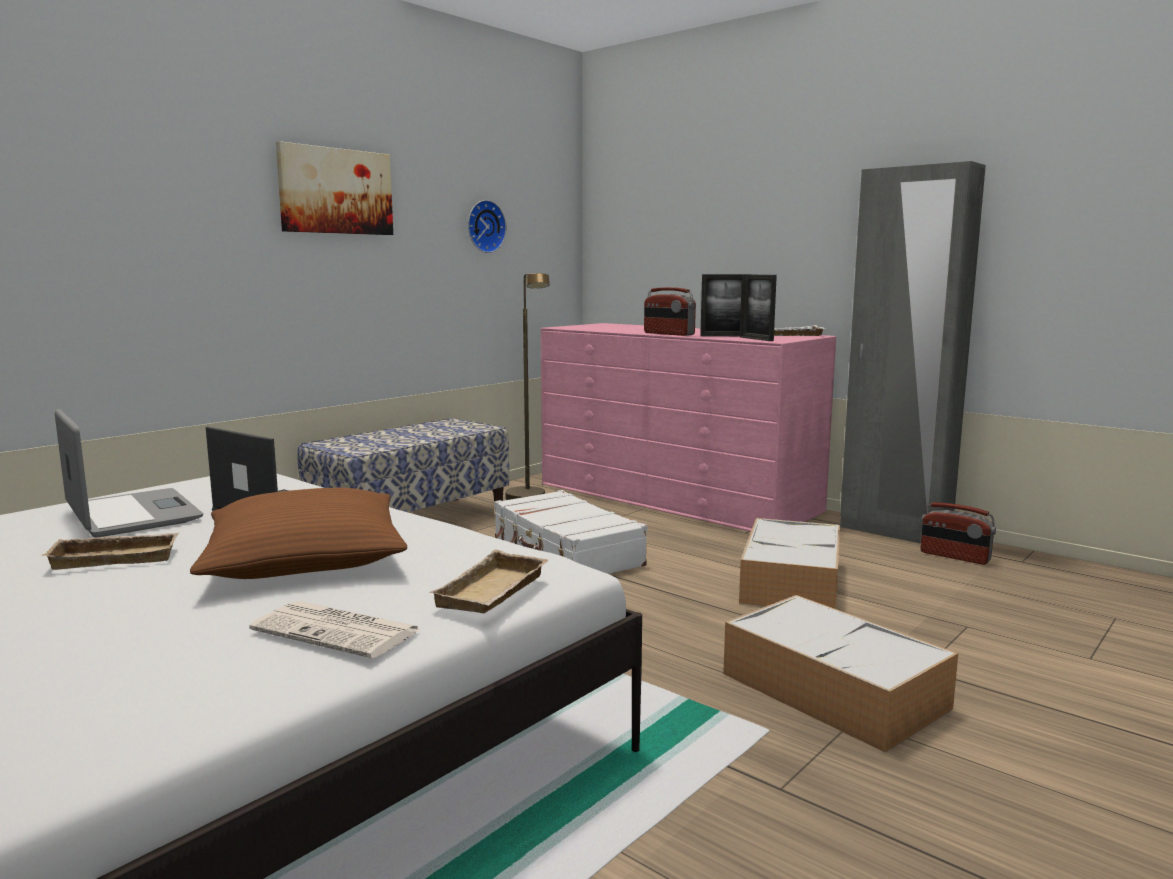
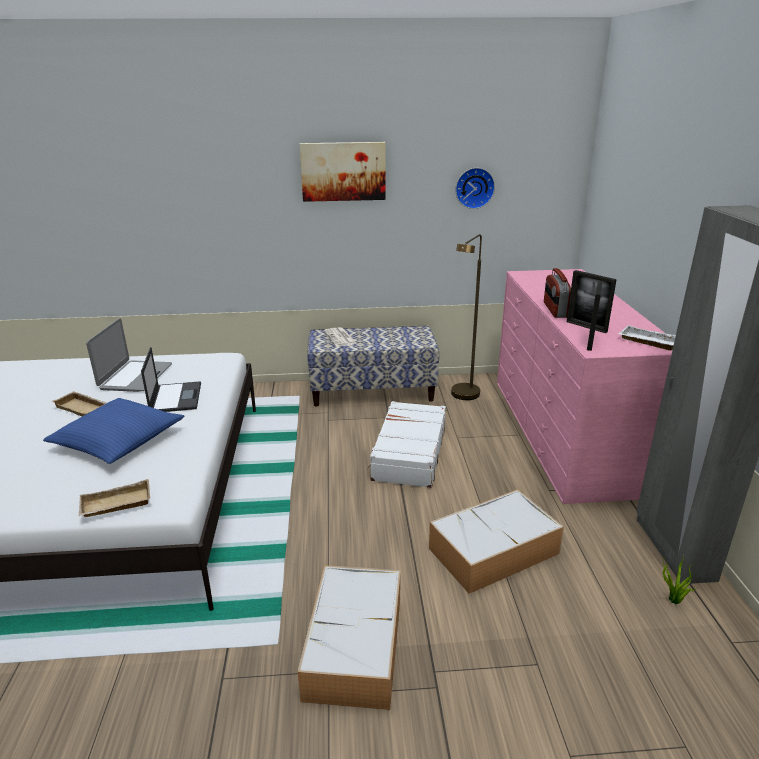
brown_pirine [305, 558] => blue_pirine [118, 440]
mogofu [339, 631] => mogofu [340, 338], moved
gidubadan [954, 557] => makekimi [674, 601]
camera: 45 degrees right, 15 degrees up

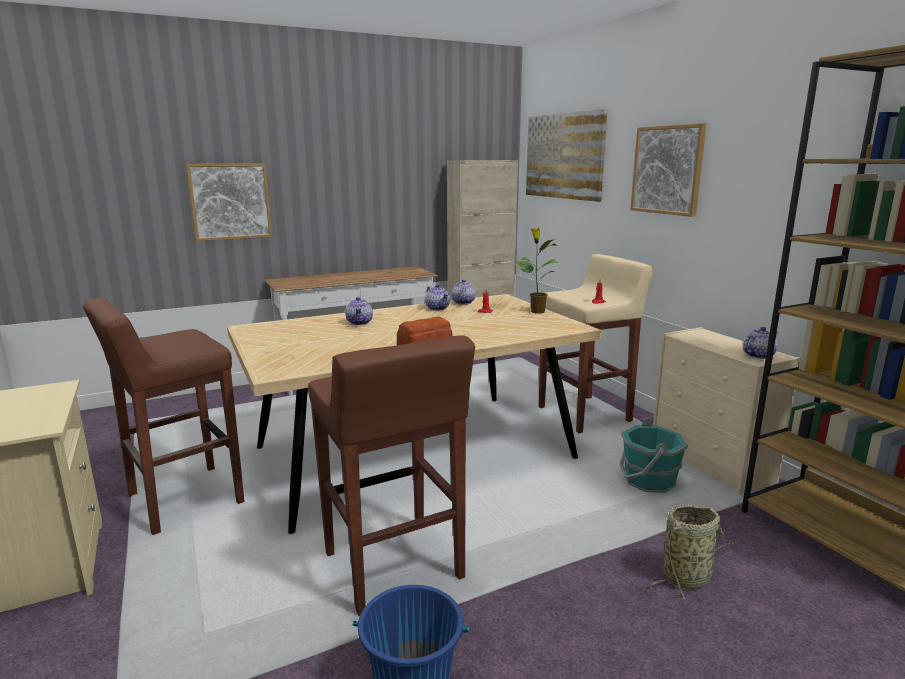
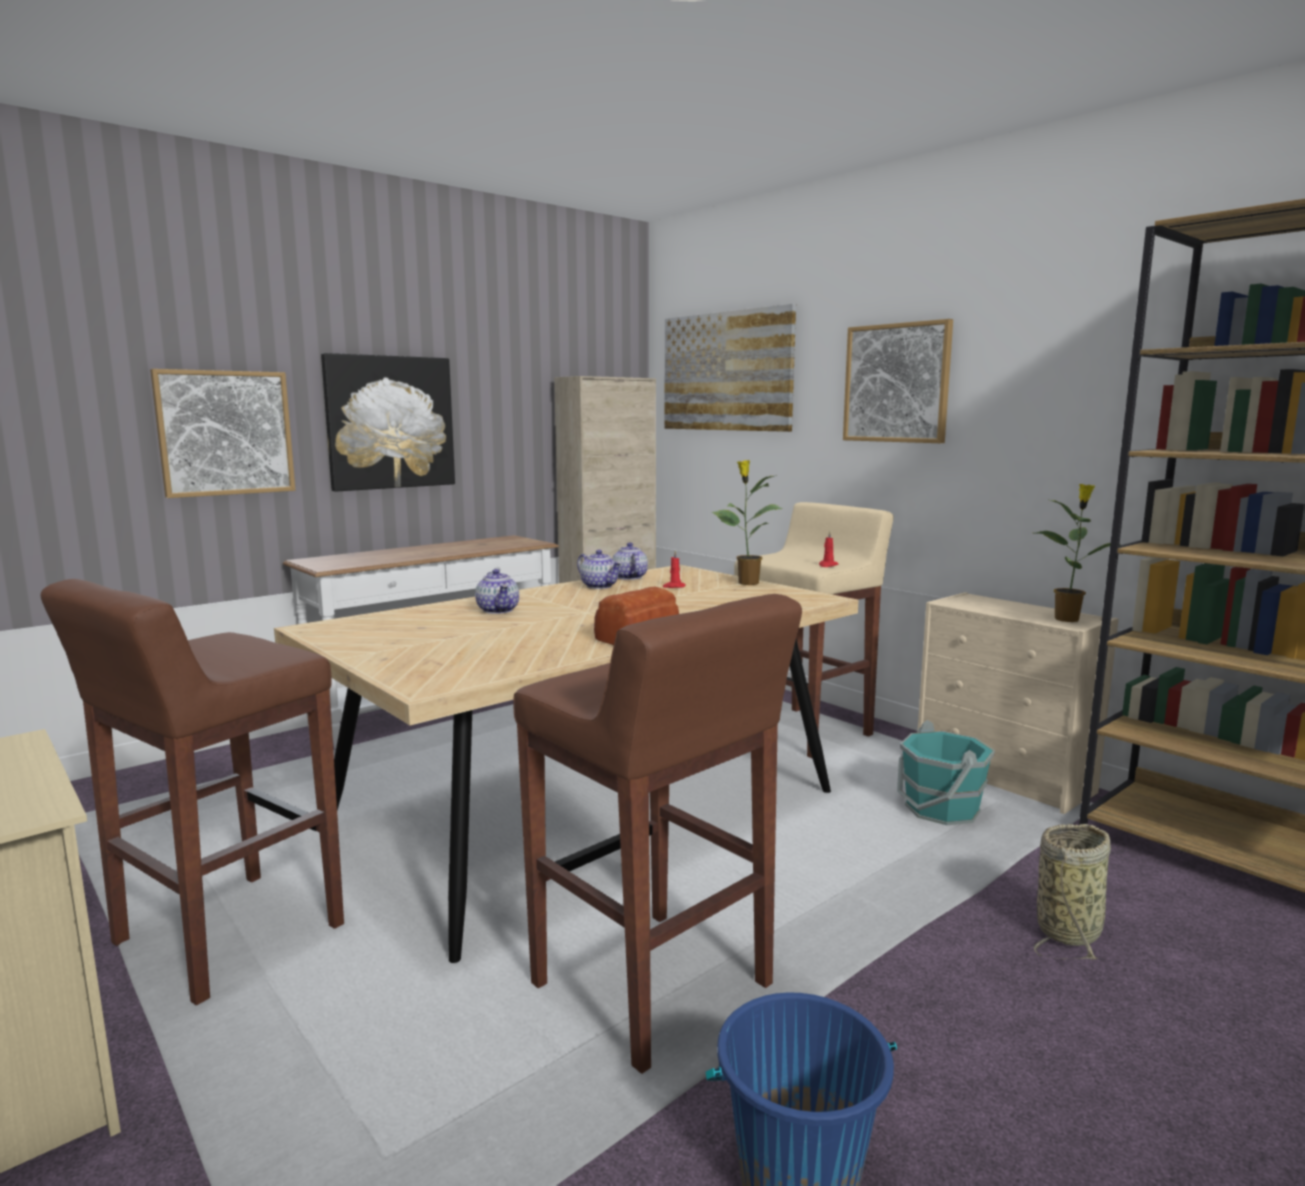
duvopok [758, 355] => makekimi [1067, 619]
nothing => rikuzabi [389, 422]
camera: 15 degrees left, 5 degrees down

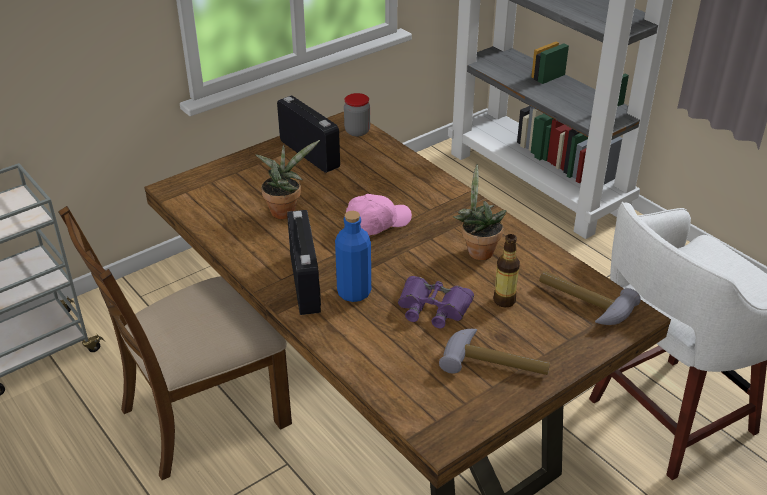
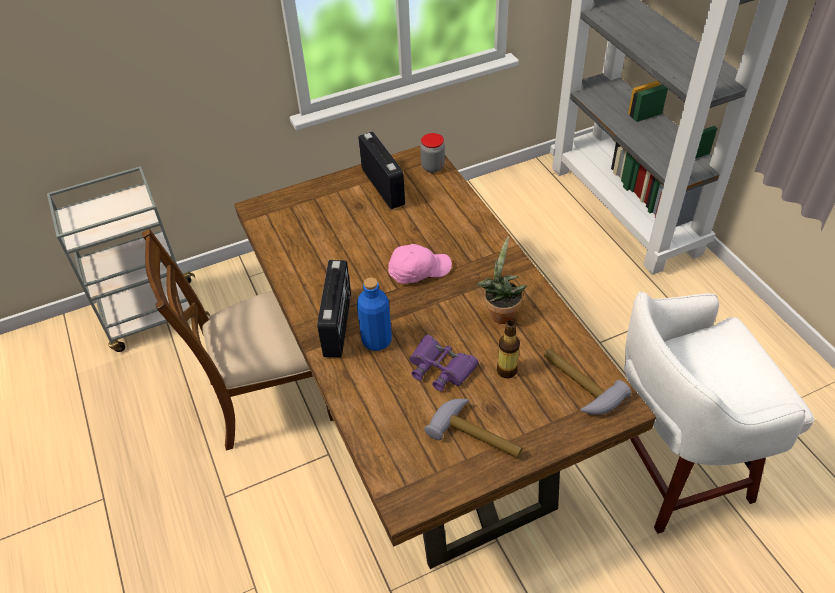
makekimi [285, 210] => nothing
camera: 15 degrees right, 10 degrees up

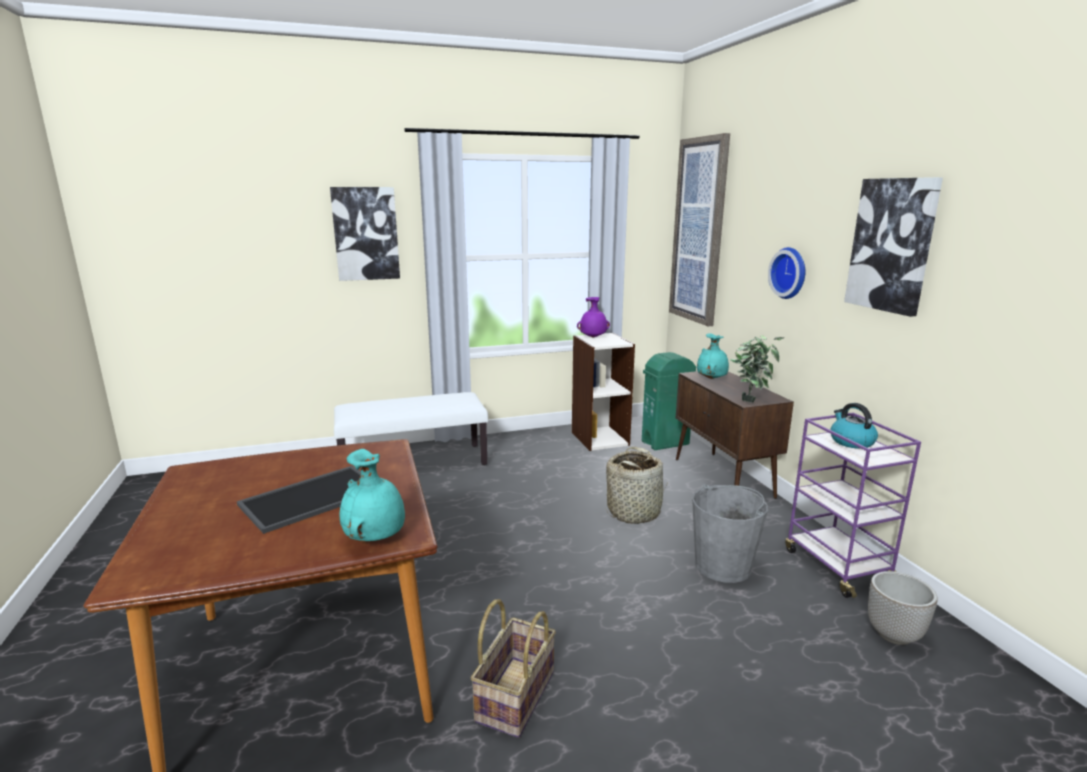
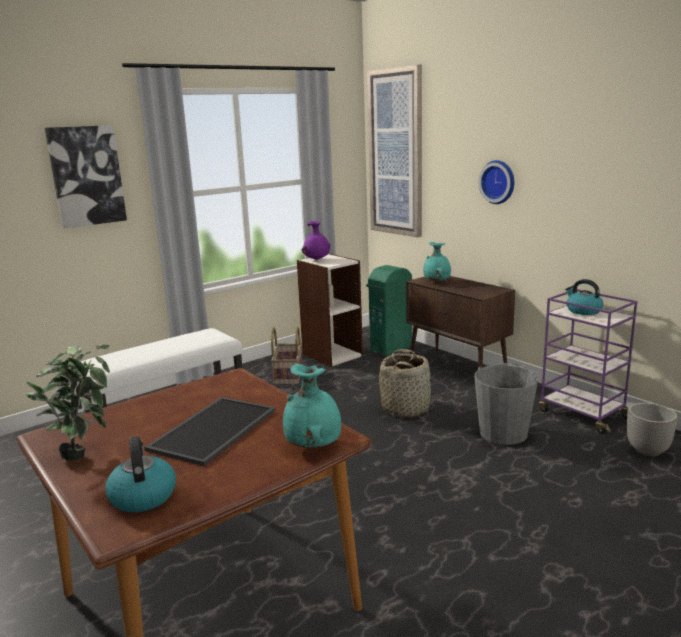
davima [514, 695] => davima [288, 376], moved
makekimi [751, 400] => makekimi [84, 451], moved
rikuzabi [892, 245] => nothing
nothing => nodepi [142, 496]
camera: 20 degrees left, 0 degrees up

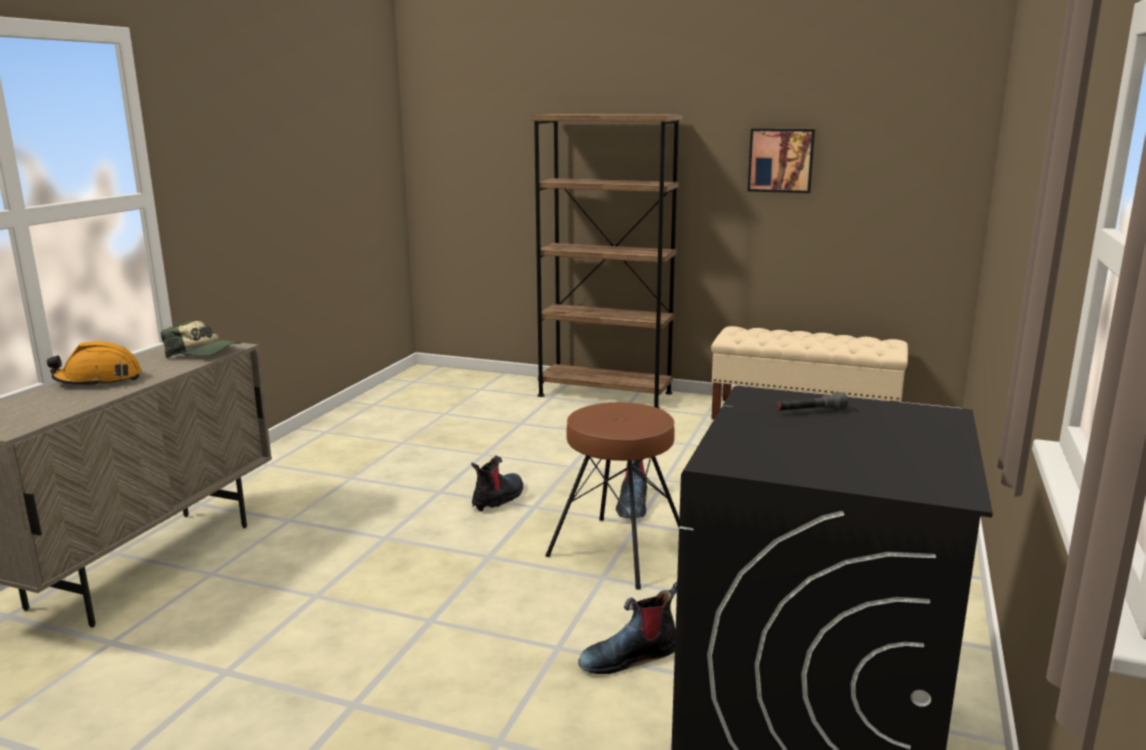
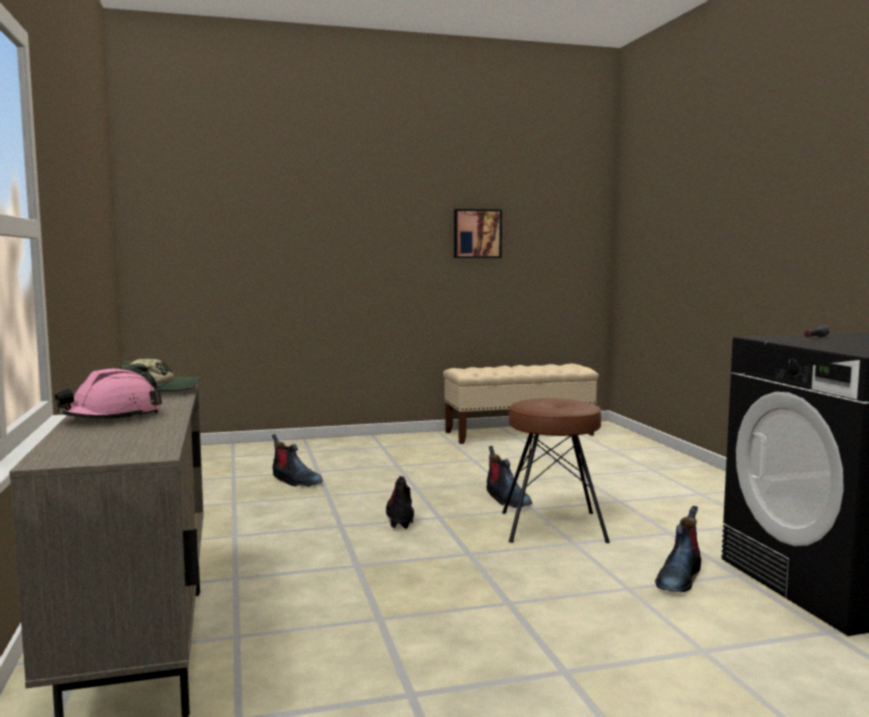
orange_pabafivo [99, 380] => pink_pabafivo [111, 417]
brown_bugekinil [605, 394] => nothing
nothing => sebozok [295, 481]
camera: 35 degrees left, 10 degrees down

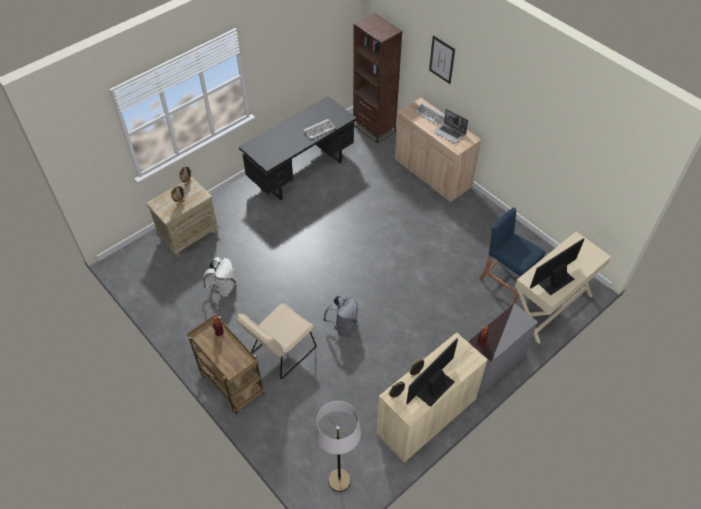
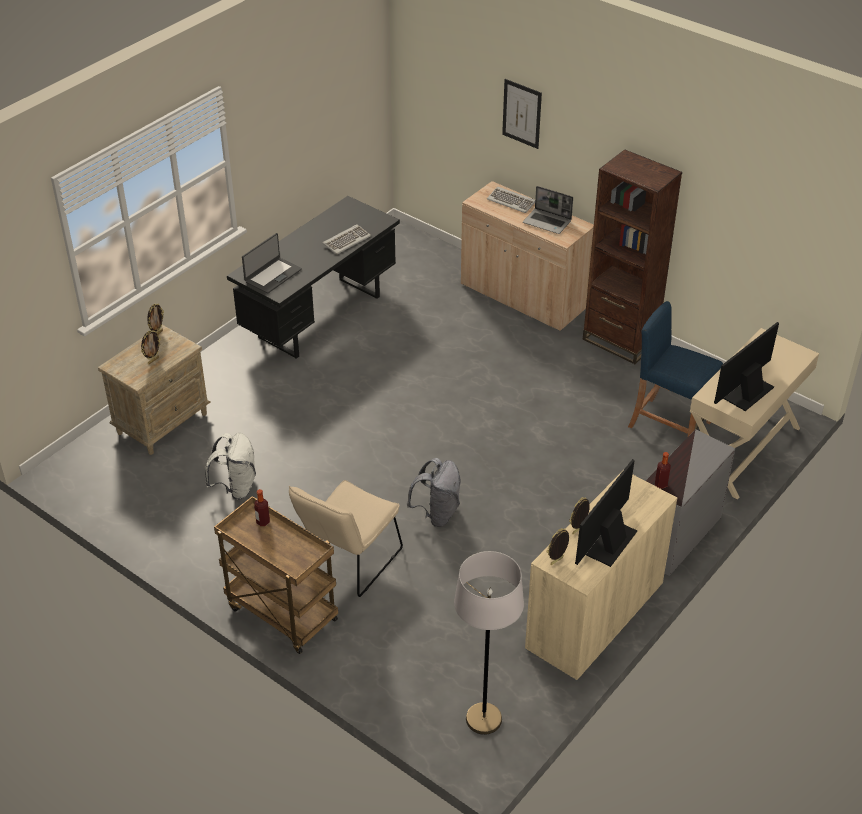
brown_bugekinil [374, 128] => brown_bugekinil [620, 341], moved
nothing => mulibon [272, 275]
camera: 10 degrees left, 10 degrees down

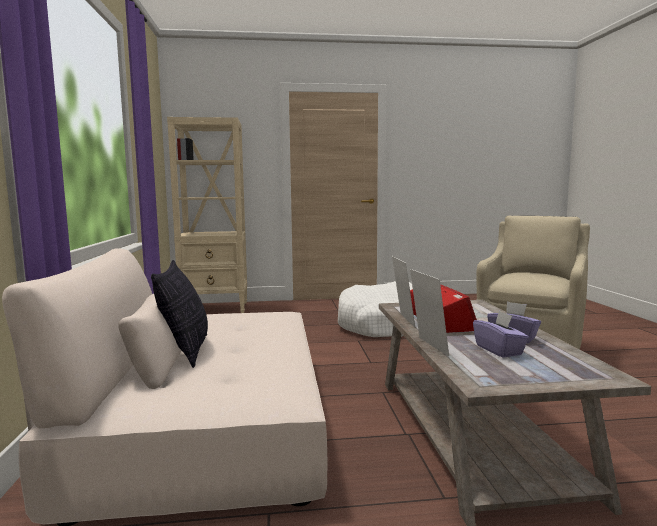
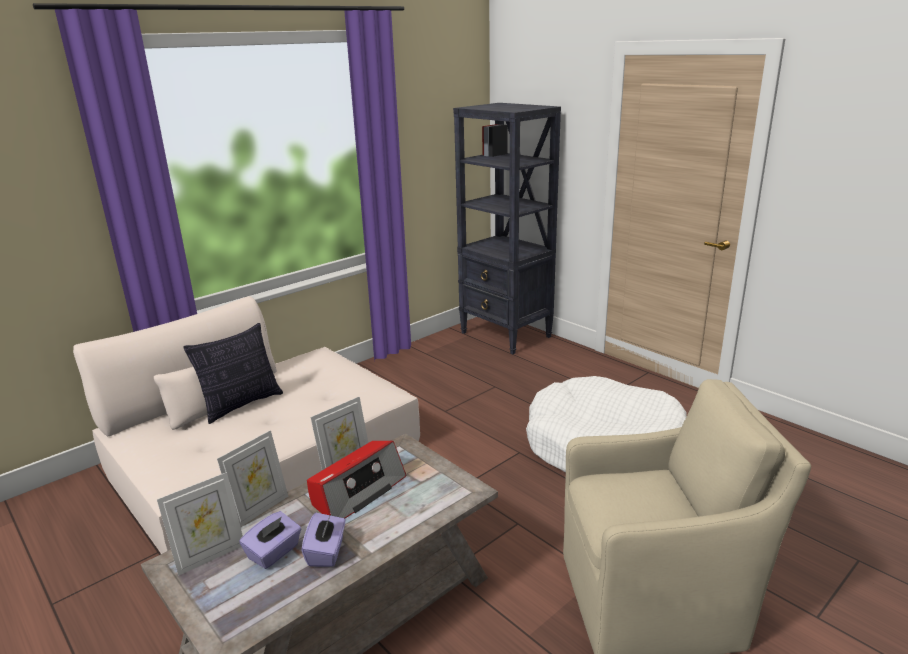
beige_bugekinil [216, 309] => black_bugekinil [506, 335]
nothing => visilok [210, 556]
camera: 55 degrees right, 15 degrees up

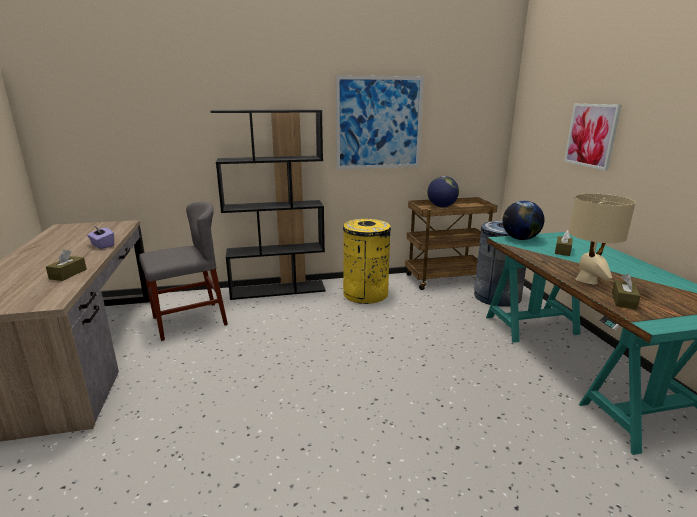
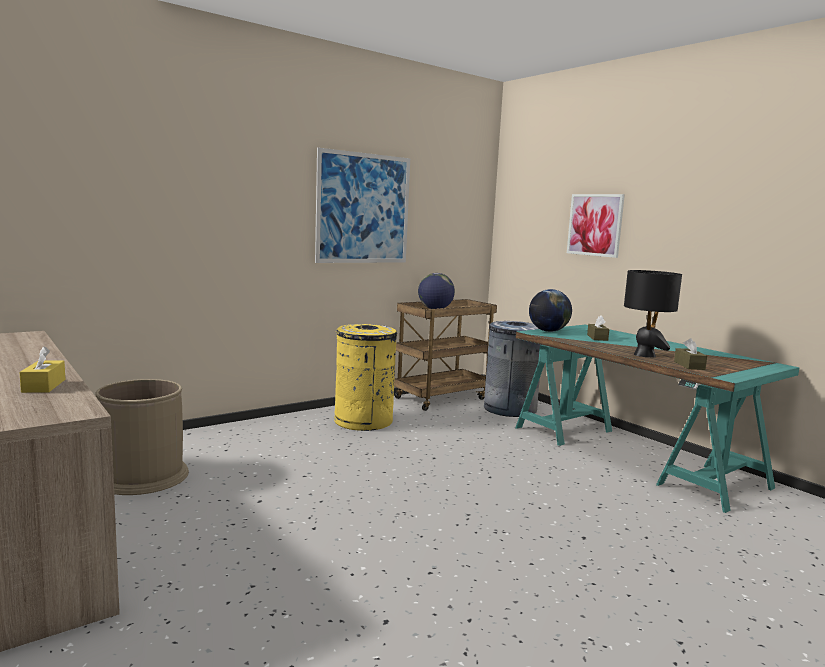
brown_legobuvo [68, 274] => yellow_legobuvo [44, 386]
purple_legobuvo [102, 245] => nothing
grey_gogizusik [189, 321] => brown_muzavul [143, 476]
black_bugekinil [278, 290] => nothing
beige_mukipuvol [587, 280] => black_mukipuvol [644, 355]
camera: 25 degrees left, 10 degrees down

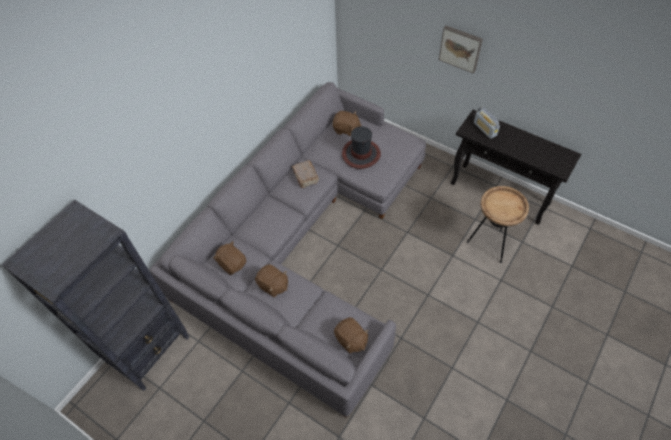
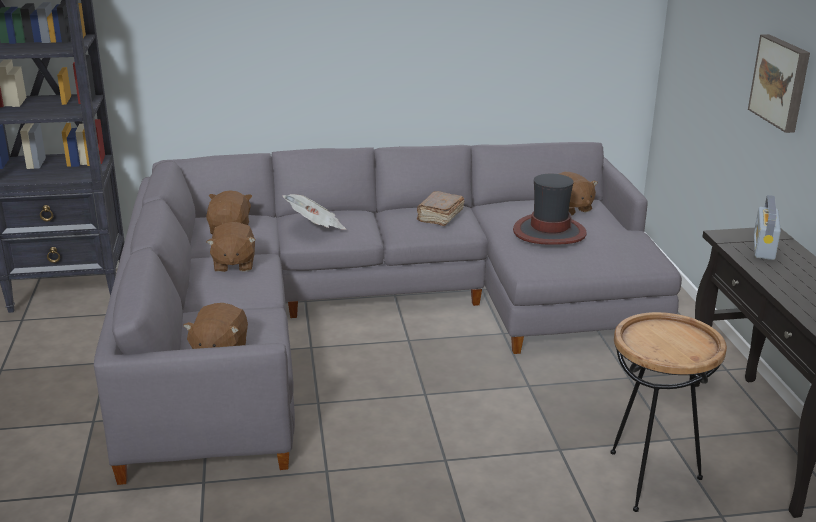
nothing => mogofu [316, 227]
camera: 45 degrees right, 30 degrees down

